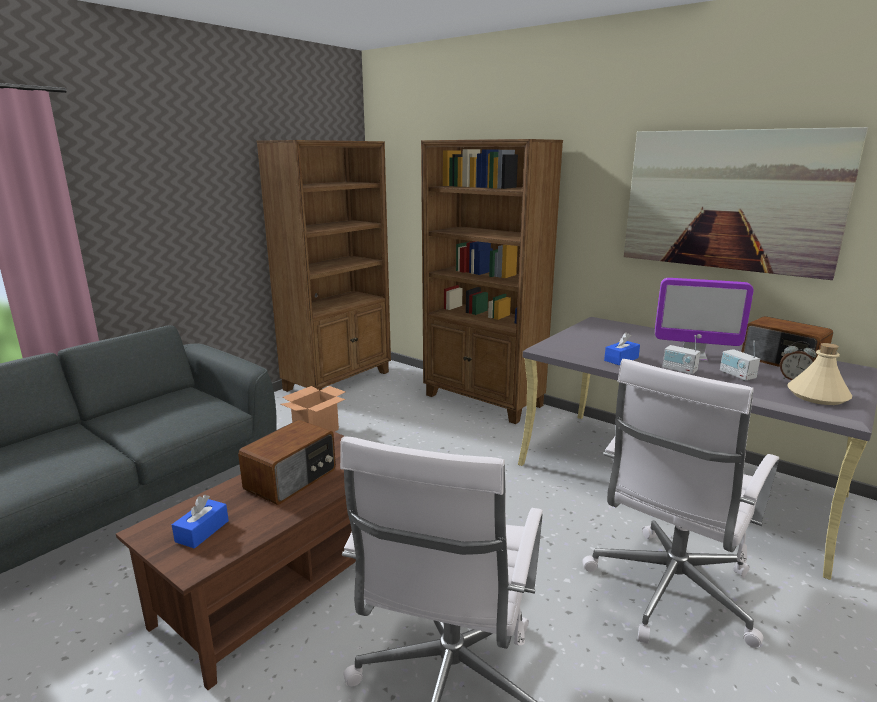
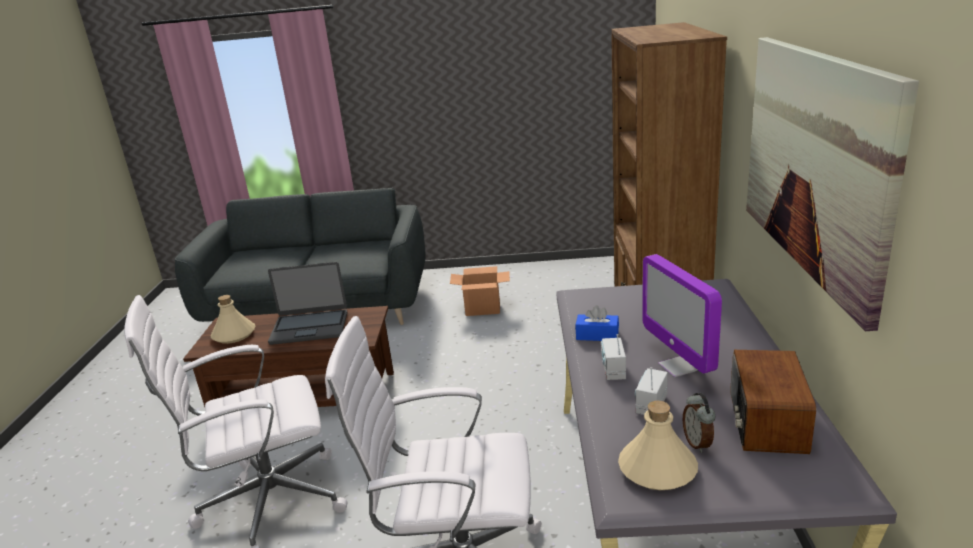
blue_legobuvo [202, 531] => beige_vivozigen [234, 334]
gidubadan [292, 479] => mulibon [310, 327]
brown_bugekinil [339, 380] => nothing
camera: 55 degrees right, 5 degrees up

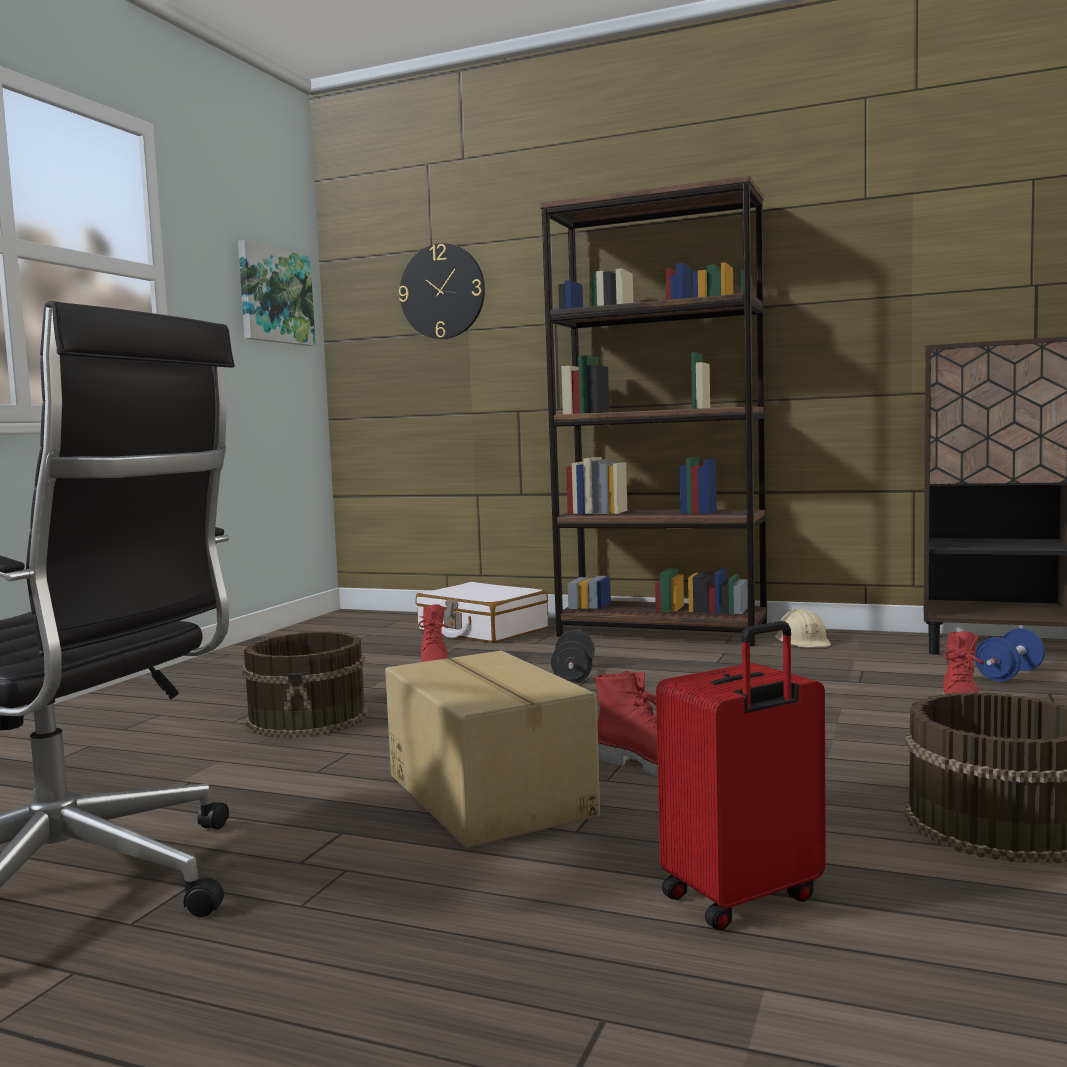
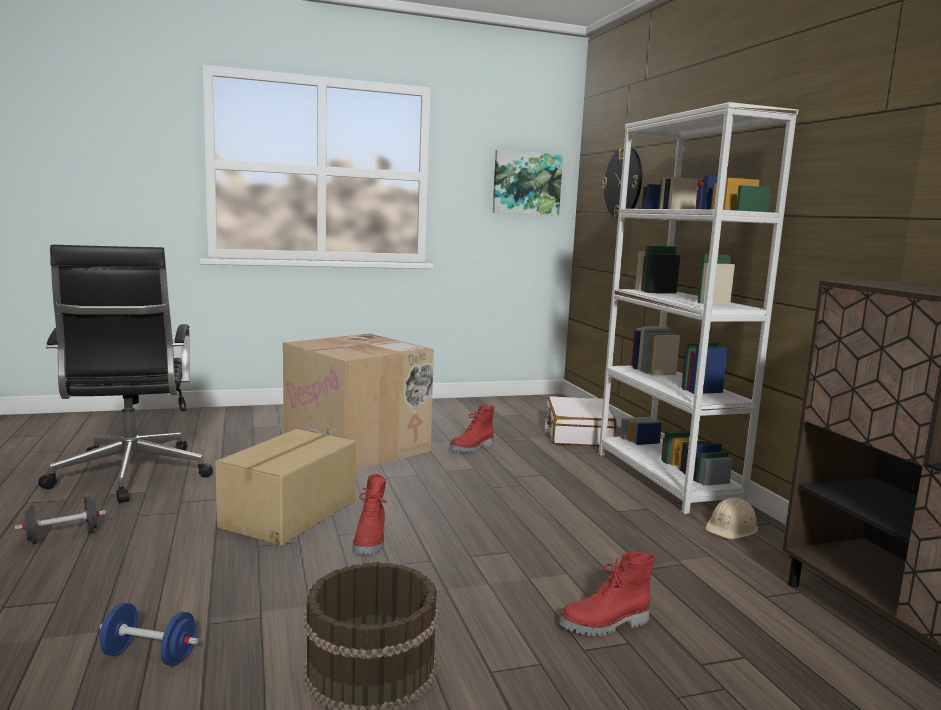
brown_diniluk [309, 718] => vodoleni [359, 448]
brown_bugekinil [662, 632] => white_bugekinil [666, 478]
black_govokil [574, 675] => black_govokil [62, 537], moved
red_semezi [743, 898] => nothing
blue_govokil [1009, 675] => blue_govokil [149, 656], moved
camera: 50 degrees right, 5 degrees up

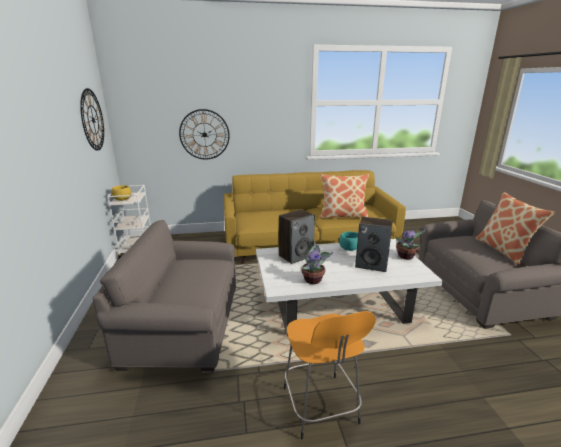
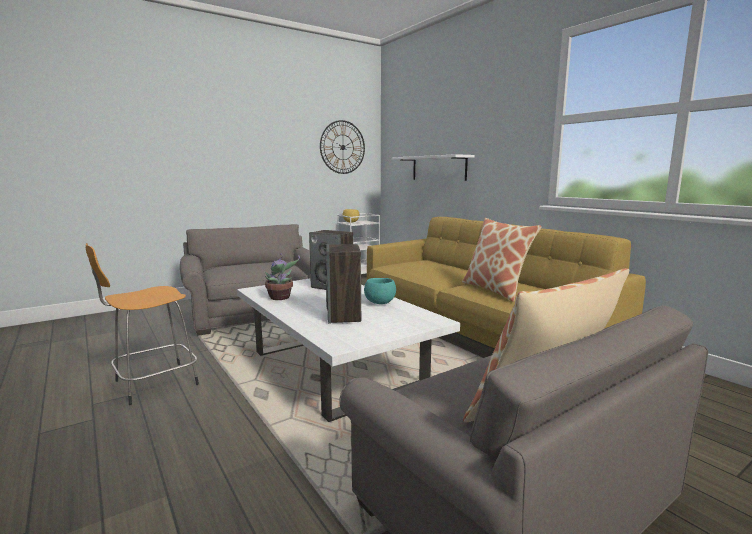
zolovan [204, 134] => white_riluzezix [438, 168]
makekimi [406, 257] => nothing
camera: 65 degrees right, 10 degrees down

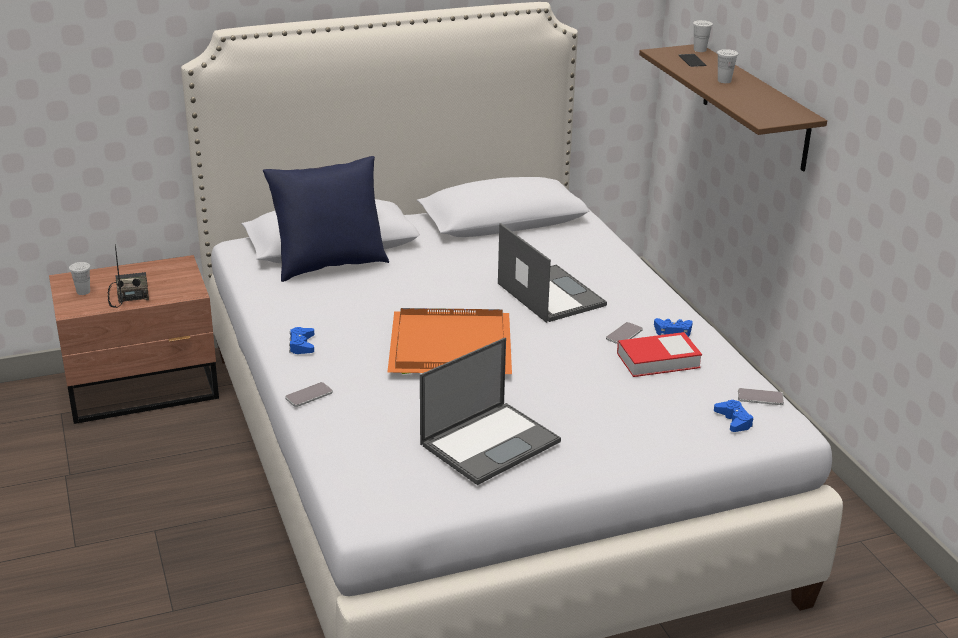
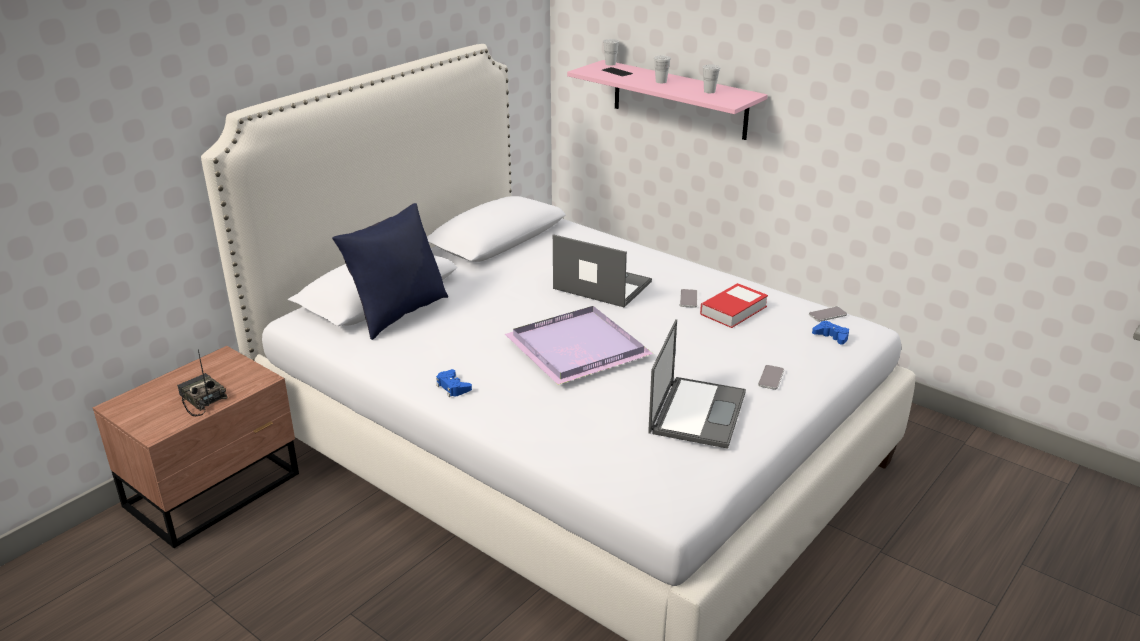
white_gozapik [83, 292] => white_gozapik [709, 91], moved
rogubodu [309, 395] => rogubodu [771, 378], moved
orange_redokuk [448, 347] => purple_redokuk [576, 349]
brown_riluzezix [755, 107] => pink_riluzezix [679, 99]
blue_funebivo [673, 332] => nothing
camera: 30 degrees left, 0 degrees up

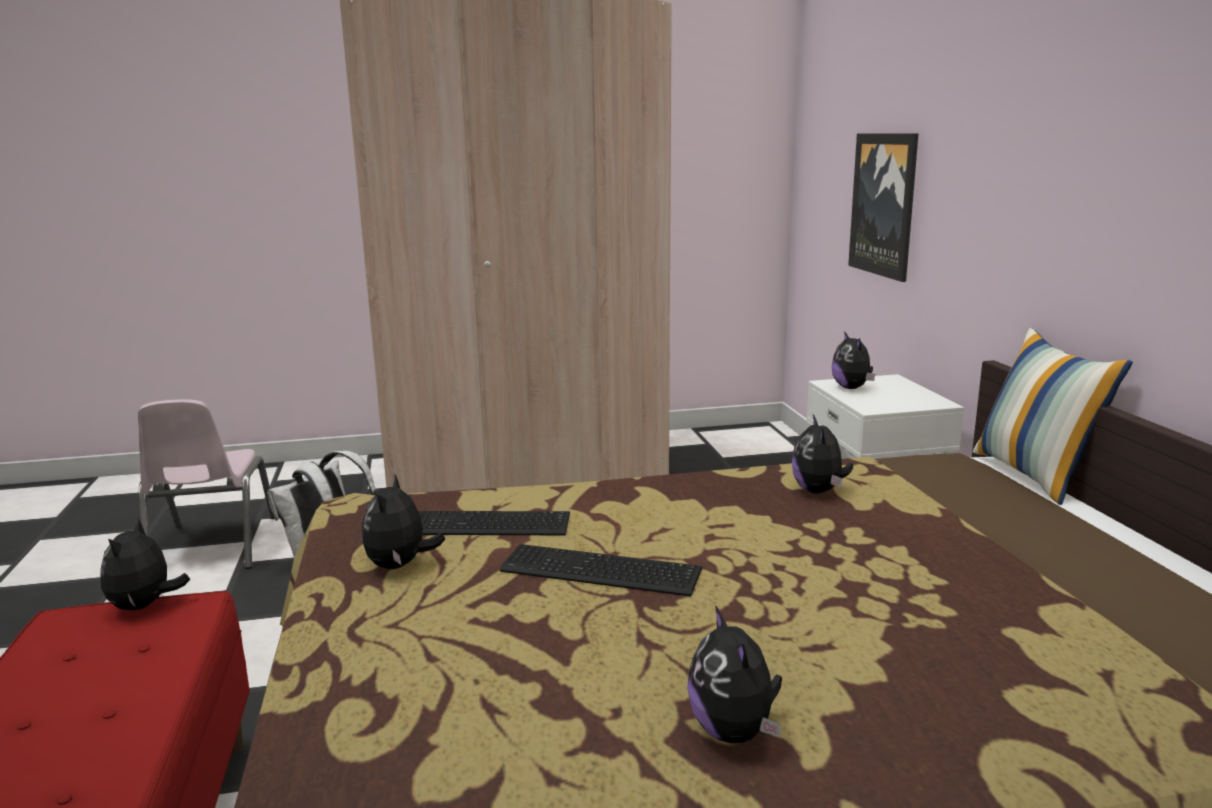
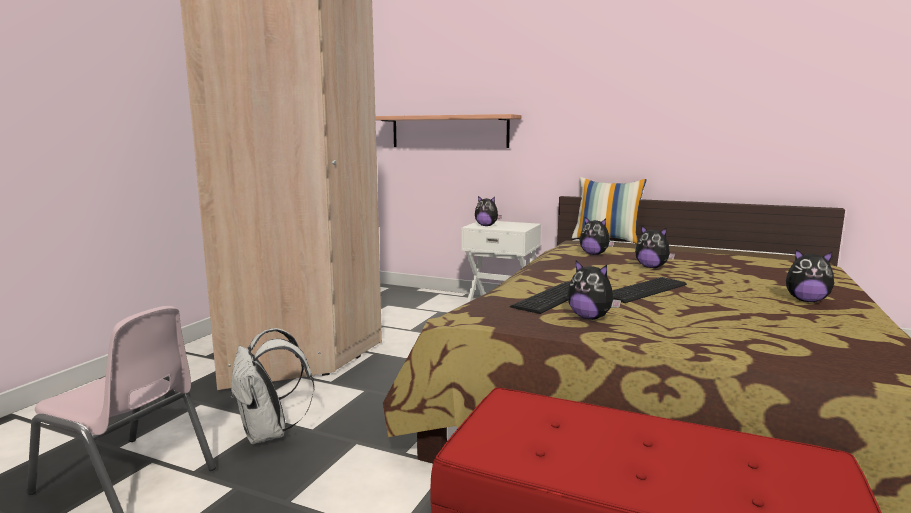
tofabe [145, 606] => tofabe [652, 267], moved
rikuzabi [884, 204] => riluzezix [449, 131]
camera: 55 degrees left, 5 degrees down

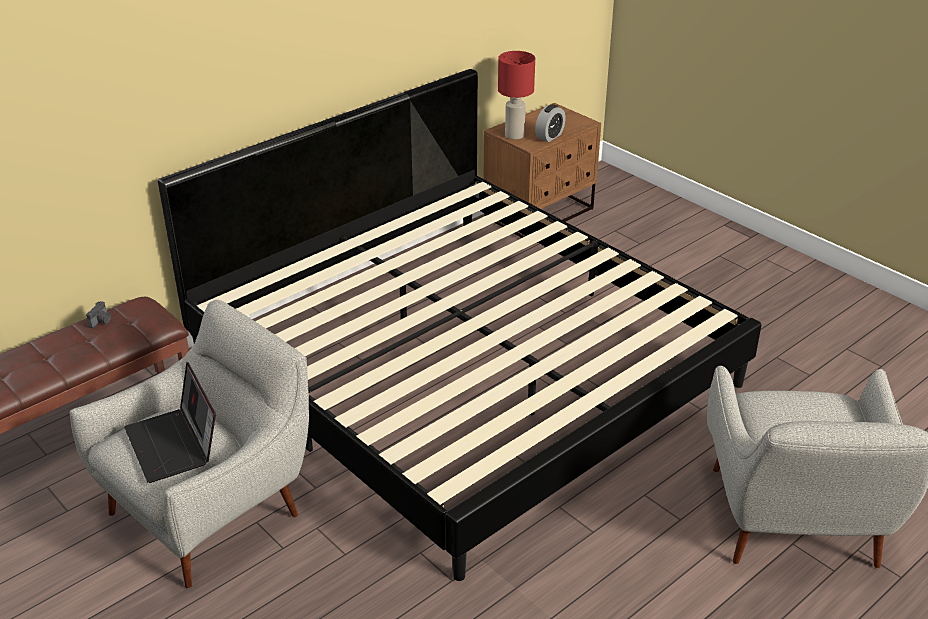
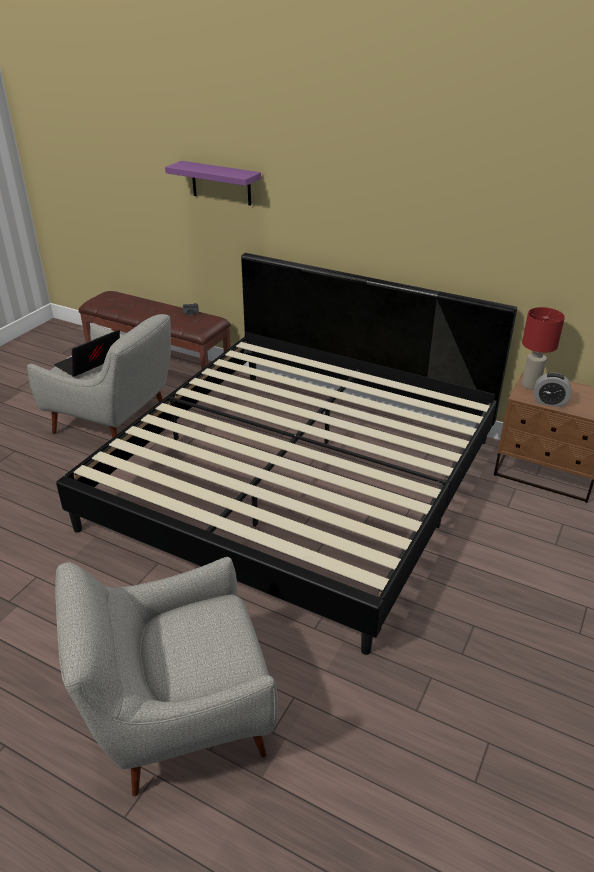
nothing => purple_riluzezix [221, 183]
camera: 70 degrees right, 0 degrees up

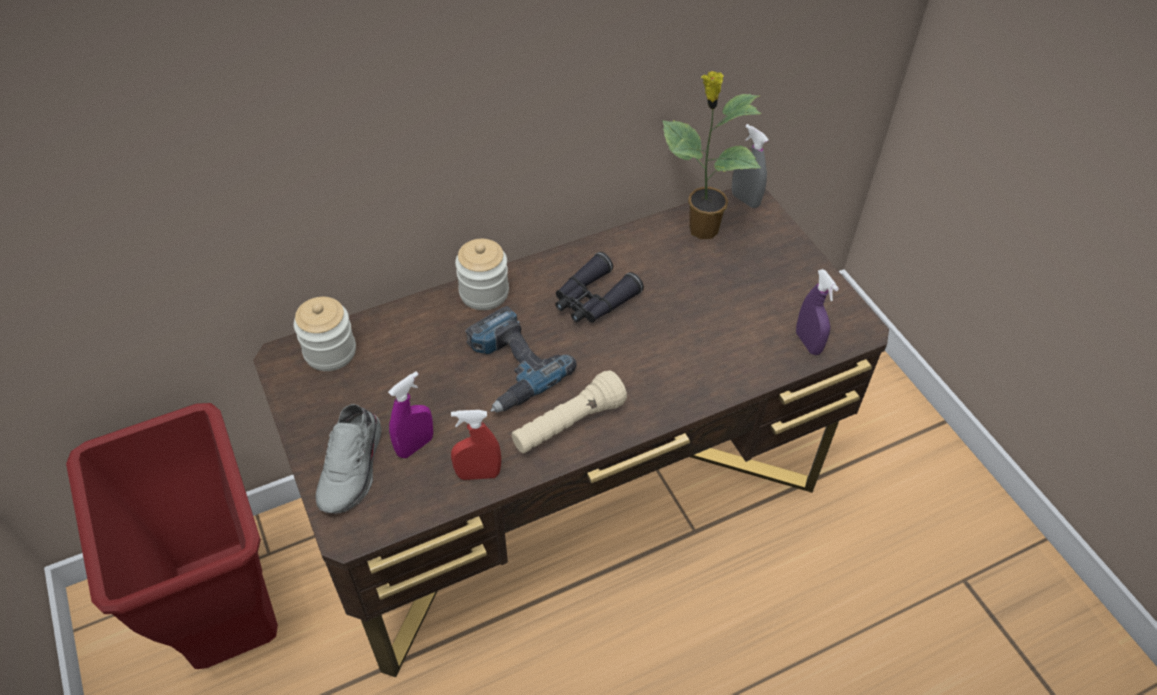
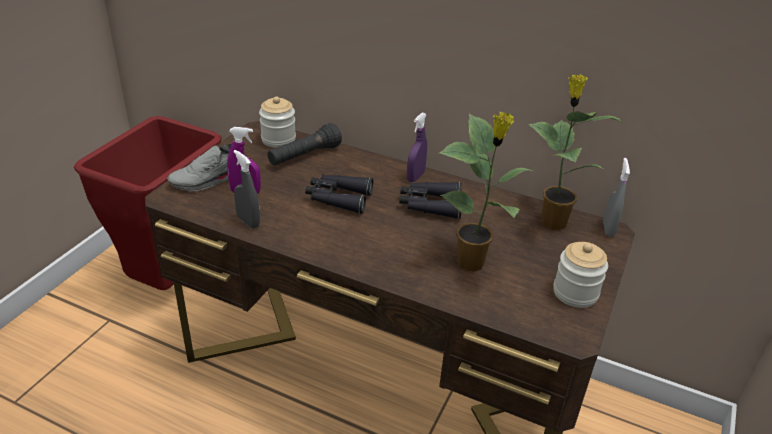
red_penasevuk [478, 474] => grey_penasevuk [248, 222]
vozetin [484, 292] => vozetin [575, 293], moved
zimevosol [509, 367] => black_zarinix [338, 198]
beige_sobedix [568, 425] => nothing
purple_penasevuk [808, 343] => purple_penasevuk [415, 177], moved
nothing => black_sobedix [304, 156]
nothing => makekimi [472, 263]
camera: 50 degrees right, 15 degrees down

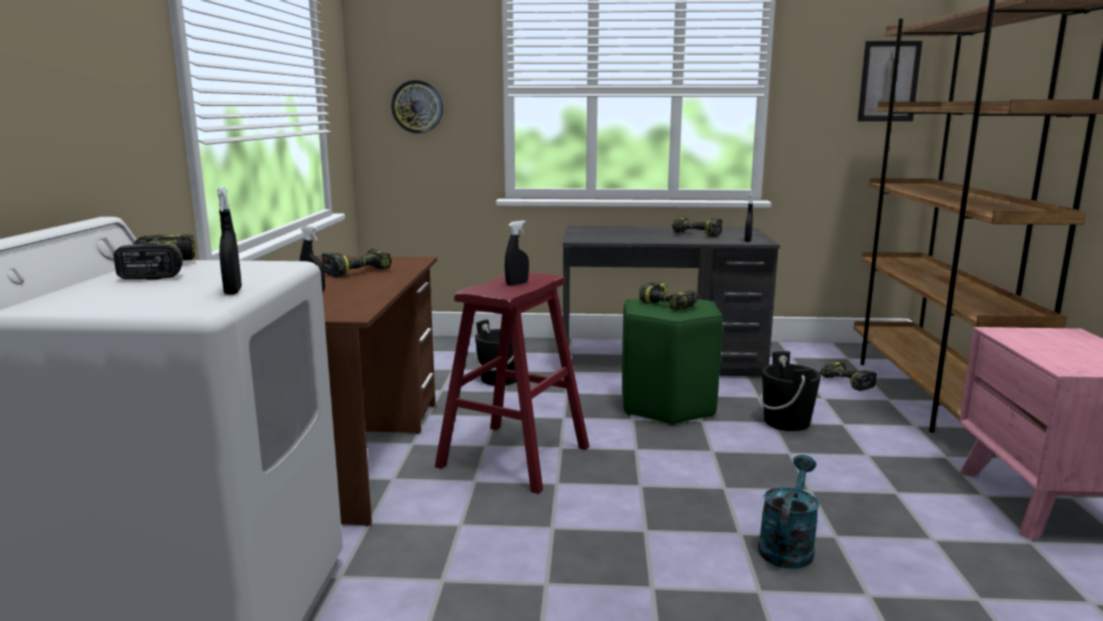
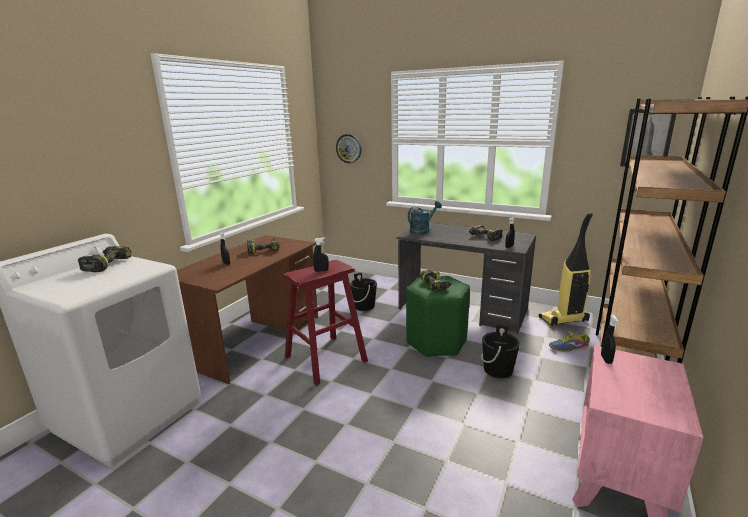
black_penasevuk [233, 291] => black_penasevuk [606, 359], moved
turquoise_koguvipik [787, 546] => turquoise_koguvipik [422, 230], moved
zimevosol [845, 383] => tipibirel [568, 347]
nothing => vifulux [563, 320]
camera: 25 degrees right, 5 degrees up

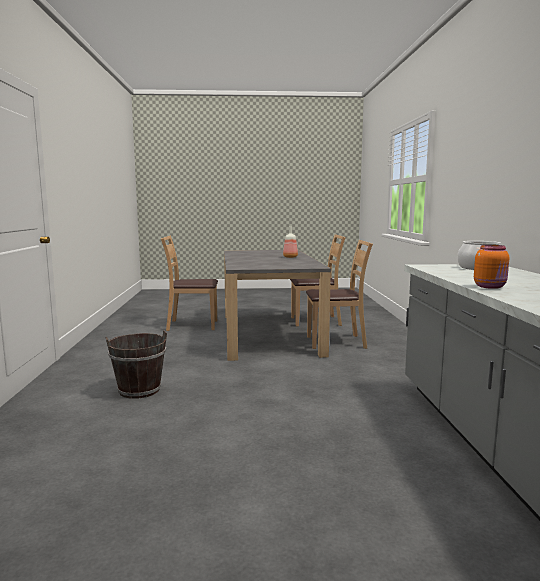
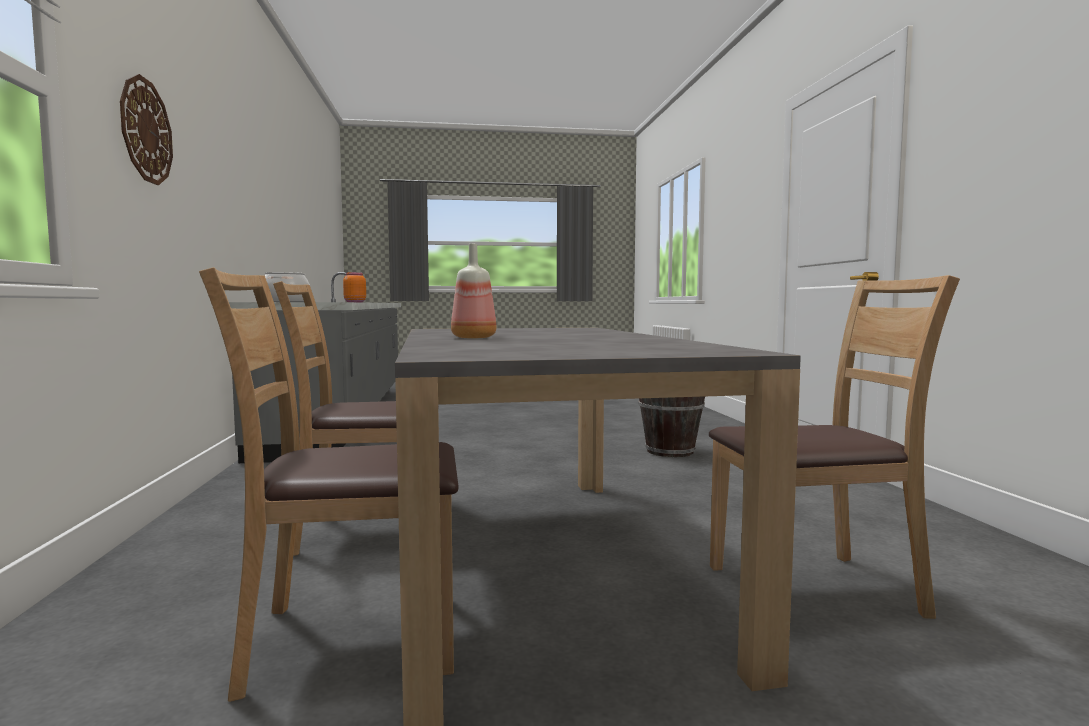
nothing => zolovan [145, 131]
camera: 175 degrees right, 5 degrees down

